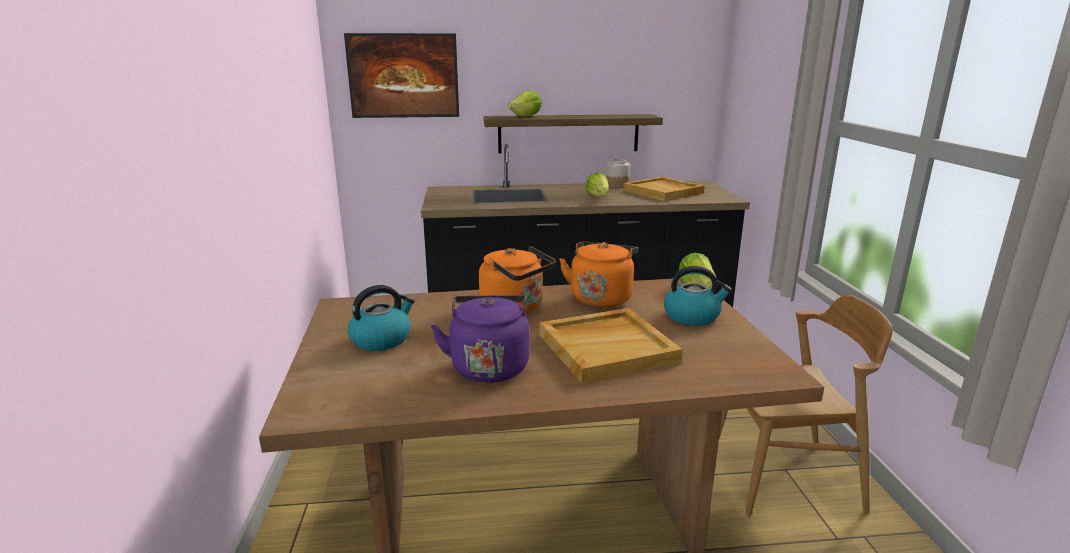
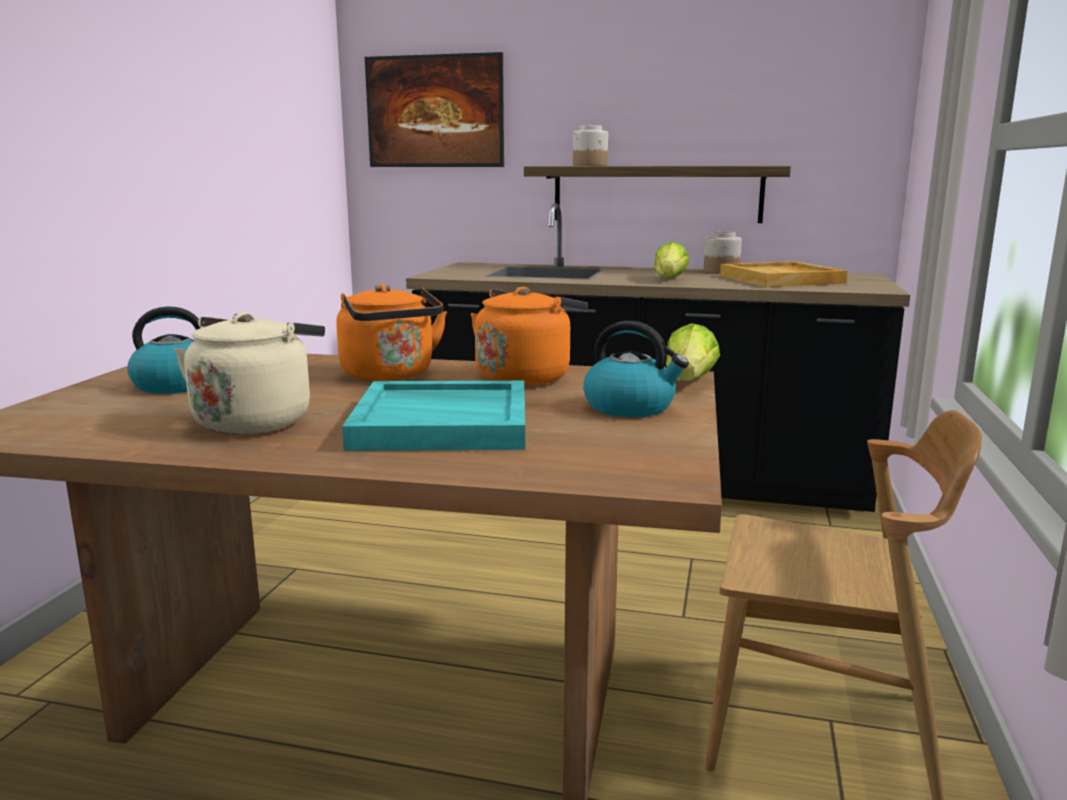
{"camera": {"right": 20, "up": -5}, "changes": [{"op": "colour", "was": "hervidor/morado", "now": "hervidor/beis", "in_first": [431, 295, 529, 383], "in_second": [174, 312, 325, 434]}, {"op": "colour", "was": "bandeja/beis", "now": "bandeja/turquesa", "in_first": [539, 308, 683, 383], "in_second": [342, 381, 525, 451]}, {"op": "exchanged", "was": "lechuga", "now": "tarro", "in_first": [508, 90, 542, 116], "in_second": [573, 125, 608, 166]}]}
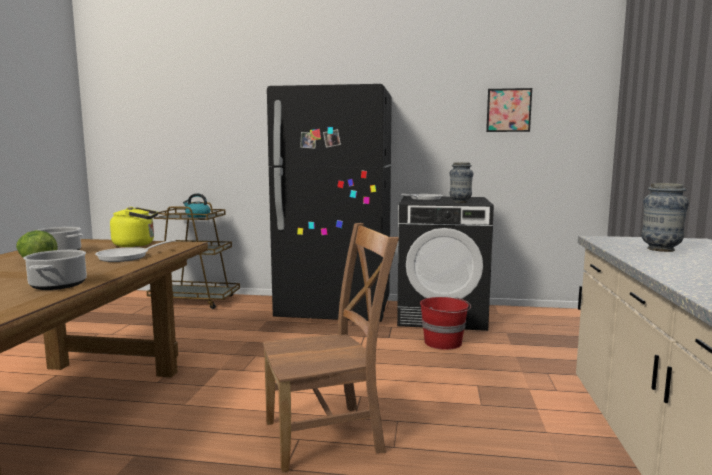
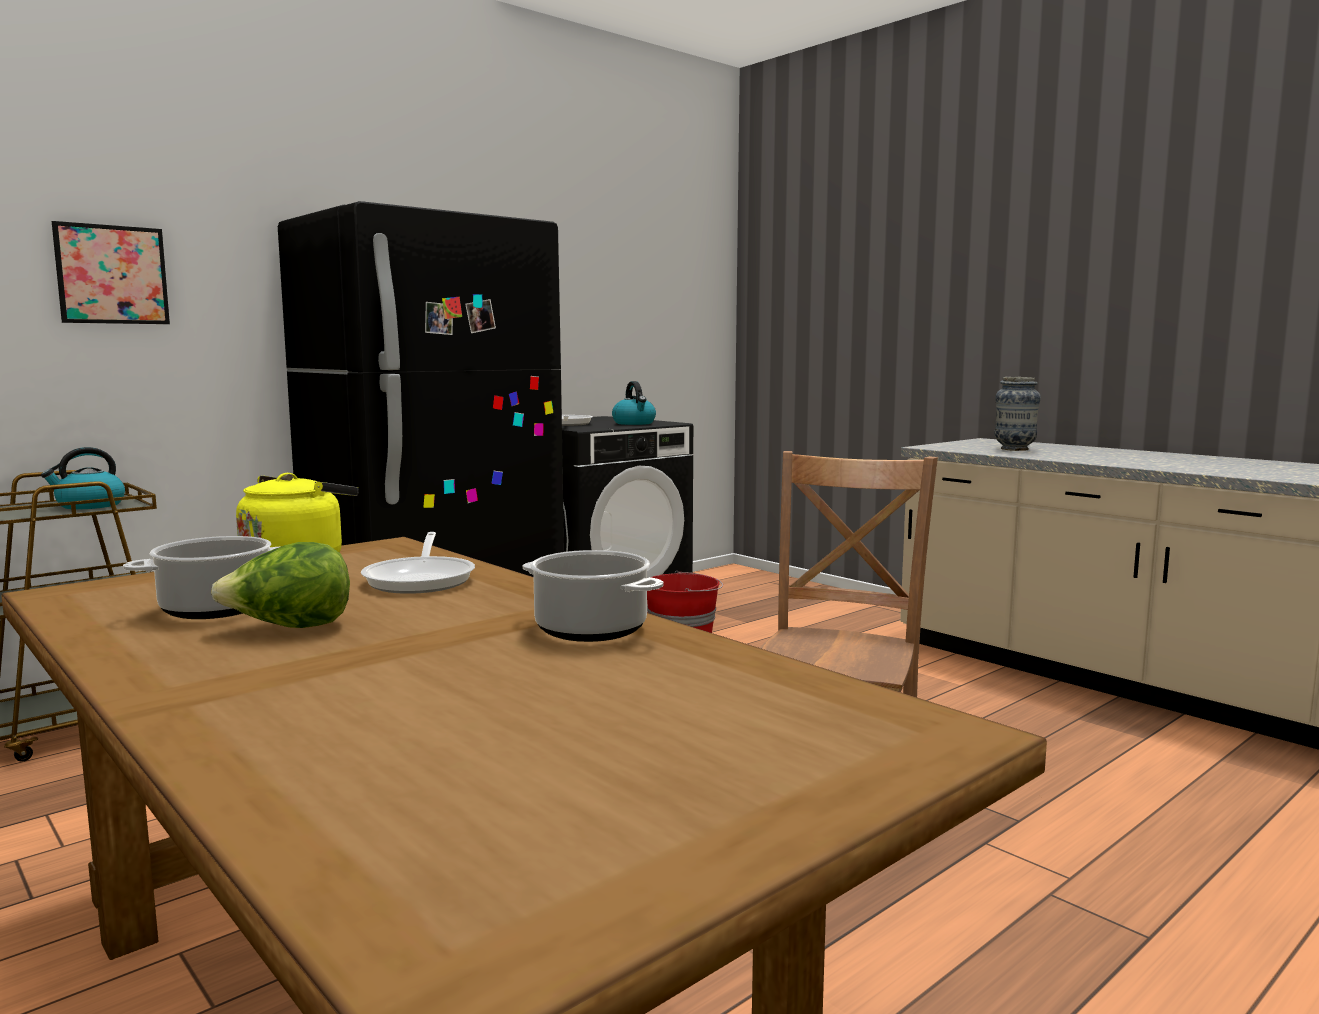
{"camera": {"right": -50, "up": 0}, "changes": [{"op": "relocated", "was": "cuadro", "in_first": [486, 88, 532, 132], "in_second": [52, 221, 170, 324]}, {"op": "exchanged", "was": "florero", "now": "hervidor", "in_first": [450, 162, 473, 203], "in_second": [612, 381, 656, 425]}]}
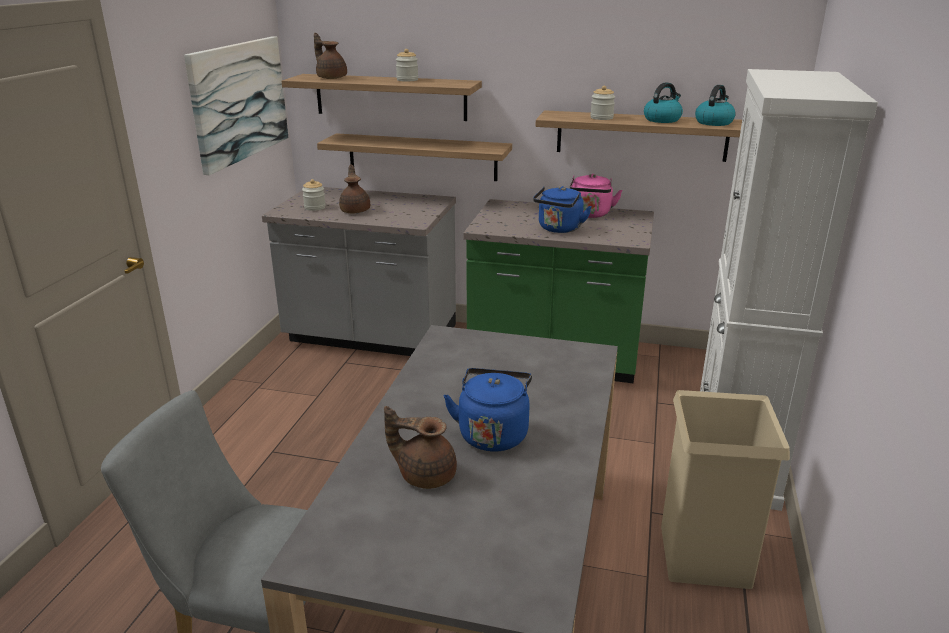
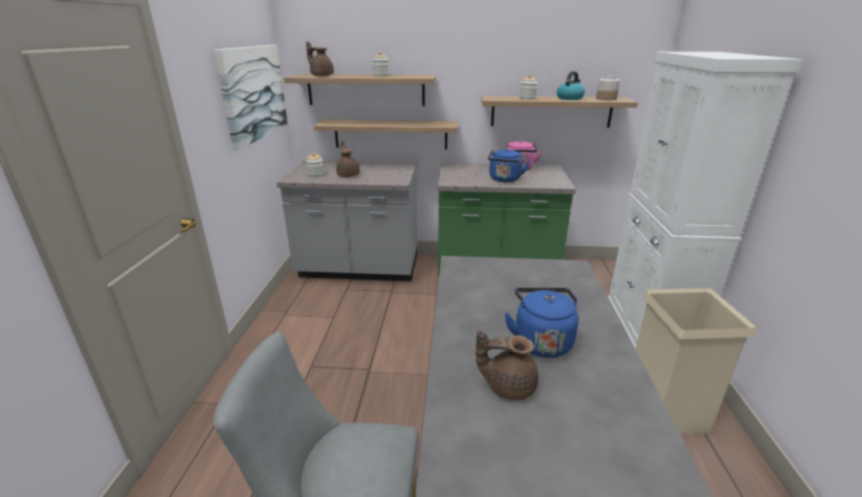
{"camera": {"right": -10, "up": 0}, "changes": [{"op": "exchanged", "was": "hervidor", "now": "tarro", "in_first": [695, 85, 736, 126], "in_second": [596, 76, 620, 100]}]}
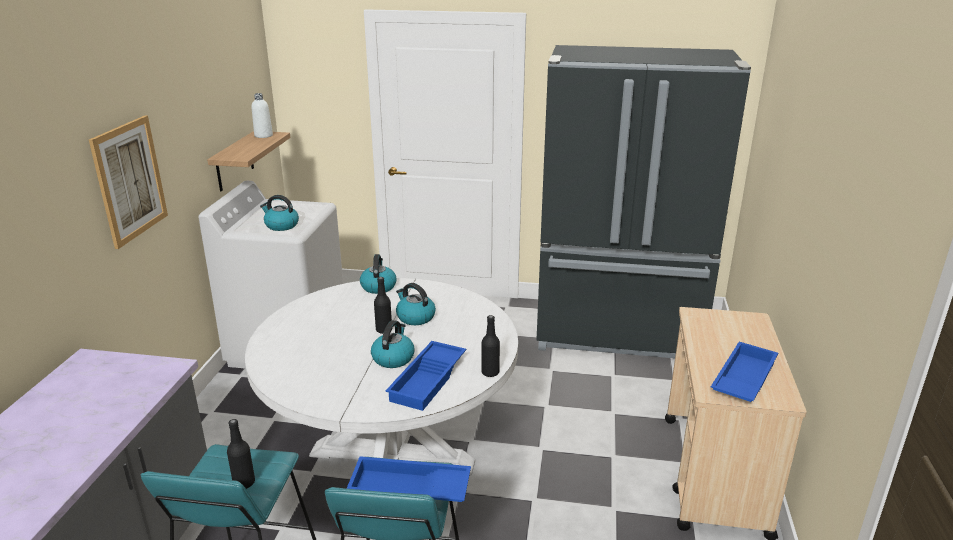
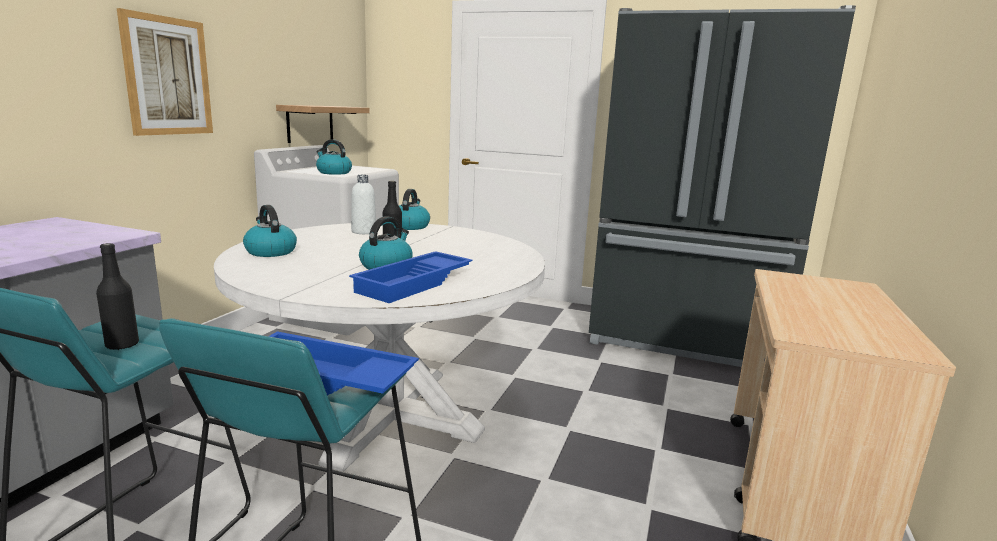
{"camera": {"right": 10, "up": -10}, "changes": [{"op": "relocated", "was": "hervidor", "in_first": [396, 283, 436, 325], "in_second": [243, 205, 297, 257]}, {"op": "relocated", "was": "botella/blanco", "in_first": [252, 93, 273, 138], "in_second": [351, 175, 376, 234]}, {"op": "missing", "was": "botella/negro", "in_first": [481, 315, 500, 377]}, {"op": "missing", "was": "bandeja/azul", "in_first": [711, 342, 778, 402]}]}
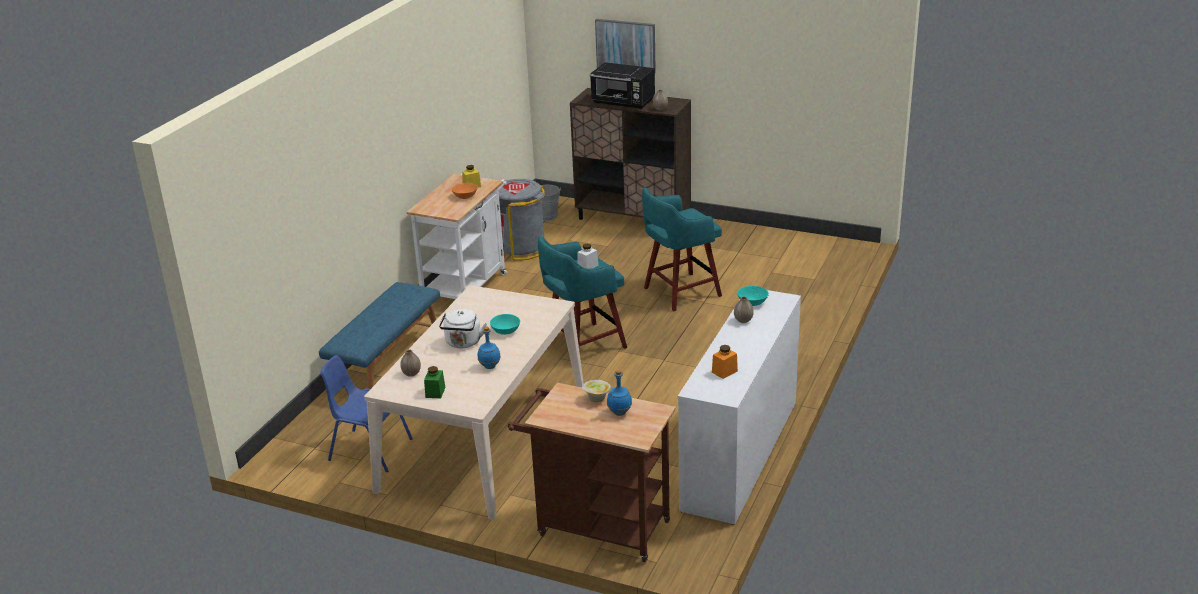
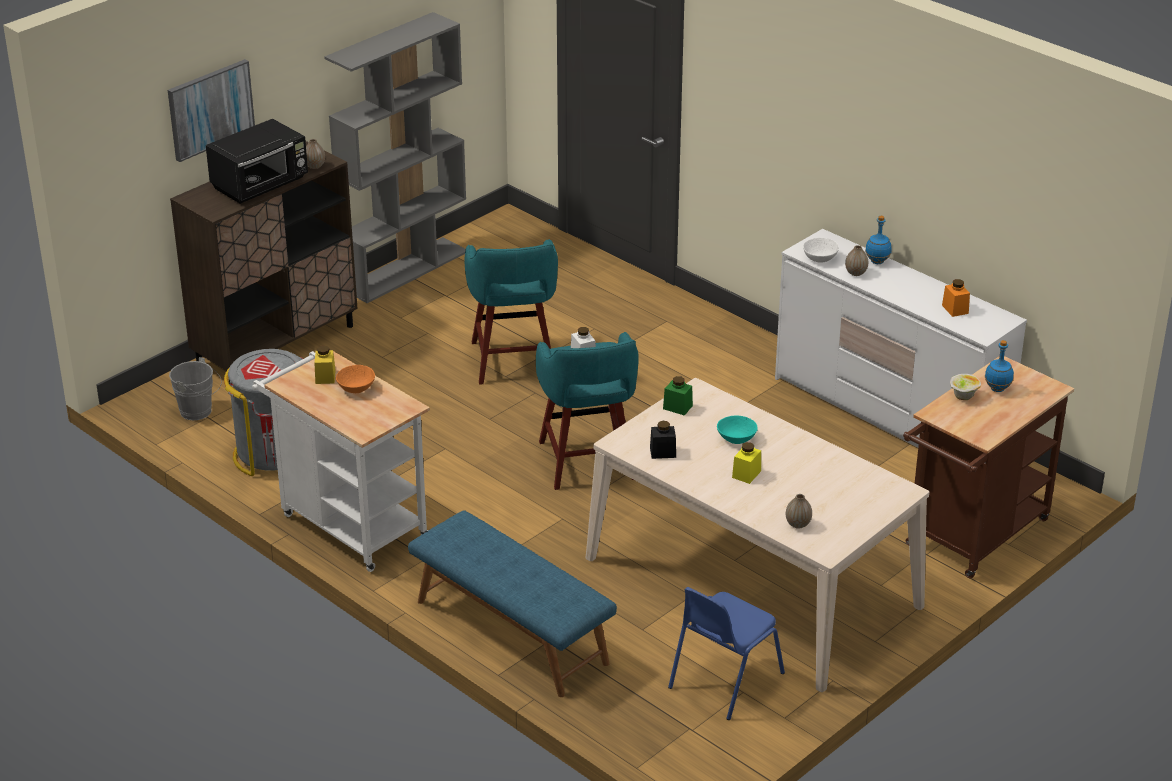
{"camera": {"right": -70, "up": 5}, "changes": [{"op": "appeared", "now": "estantería/gris", "in_second": [324, 12, 466, 303]}, {"op": "appeared", "now": "tarro/negro", "in_second": [650, 421, 676, 459]}, {"op": "relocated", "was": "tarro/verde", "in_first": [424, 366, 445, 398], "in_second": [663, 376, 693, 416]}, {"op": "exchanged", "was": "hervidor/blanco", "now": "tarro/amarillo", "in_first": [439, 309, 487, 348], "in_second": [732, 442, 761, 484]}, {"op": "colour", "was": "cuenco/turquesa", "now": "cuenco/blanco", "in_first": [737, 286, 769, 306], "in_second": [803, 238, 839, 263]}, {"op": "relocated", "was": "botella/azul", "in_first": [478, 327, 501, 369], "in_second": [865, 216, 891, 264]}]}
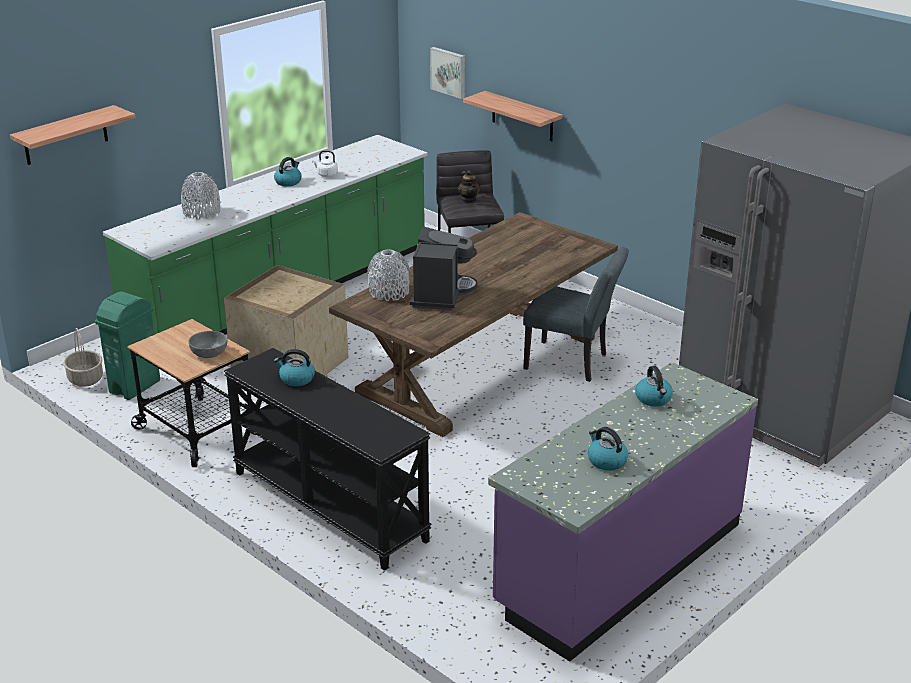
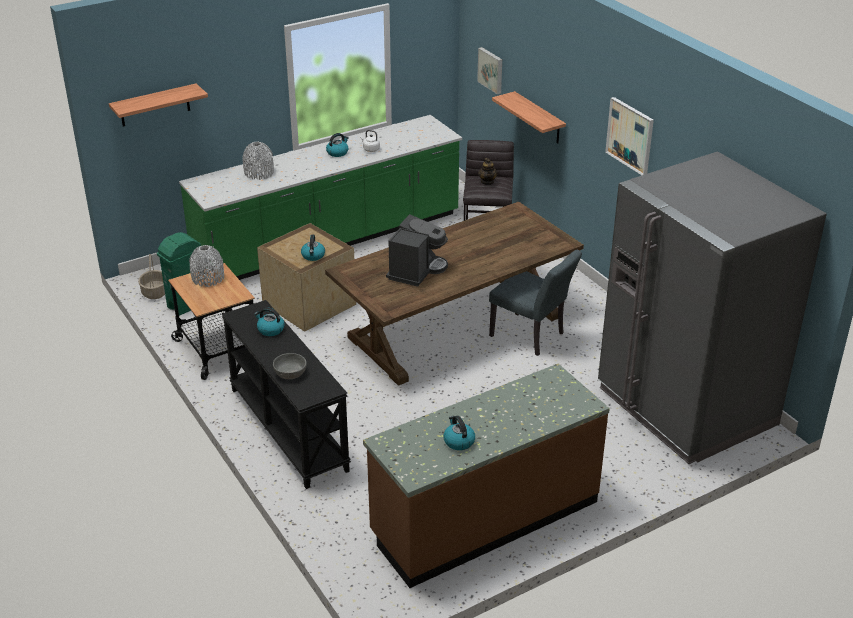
{"camera": {"right": 15, "up": 5}, "changes": [{"op": "relocated", "was": "florero/gris", "in_first": [367, 249, 410, 301], "in_second": [189, 245, 224, 287]}, {"op": "relocated", "was": "cuenco/gris", "in_first": [189, 331, 228, 358], "in_second": [273, 353, 307, 379]}, {"op": "relocated", "was": "hervidor", "in_first": [635, 366, 673, 406], "in_second": [301, 234, 325, 261]}, {"op": "colour", "was": "mueble bajo de cocina/morado", "now": "mueble bajo de cocina/marrón", "in_first": [488, 362, 758, 662], "in_second": [363, 364, 610, 588]}, {"op": "appeared", "now": "cuadro", "in_second": [605, 97, 654, 175]}]}
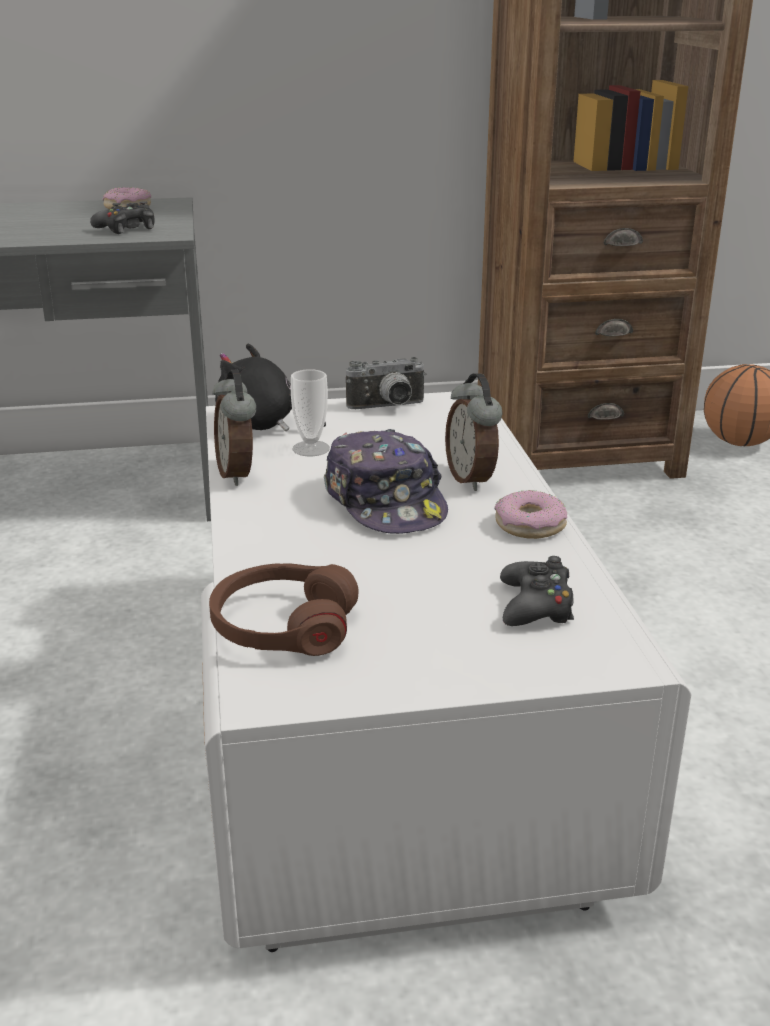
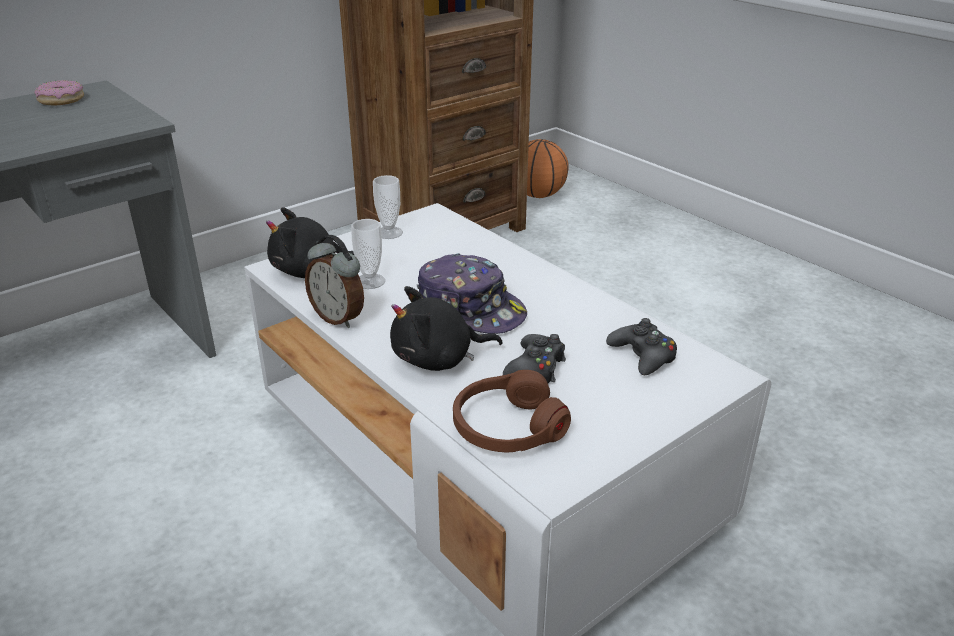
{"camera": {"right": -30, "up": 5}, "changes": [{"op": "exchanged", "was": "cámara", "now": "taza", "in_first": [346, 357, 426, 409], "in_second": [373, 175, 403, 239]}, {"op": "appeared", "now": "peluche/negro", "in_second": [390, 286, 503, 371]}, {"op": "relocated", "was": "mando de consola/negro", "in_first": [90, 201, 155, 234], "in_second": [503, 334, 566, 383]}, {"op": "missing", "was": "despertador", "in_first": [445, 373, 503, 491]}, {"op": "missing", "was": "rosquilla", "in_first": [494, 490, 567, 539]}]}
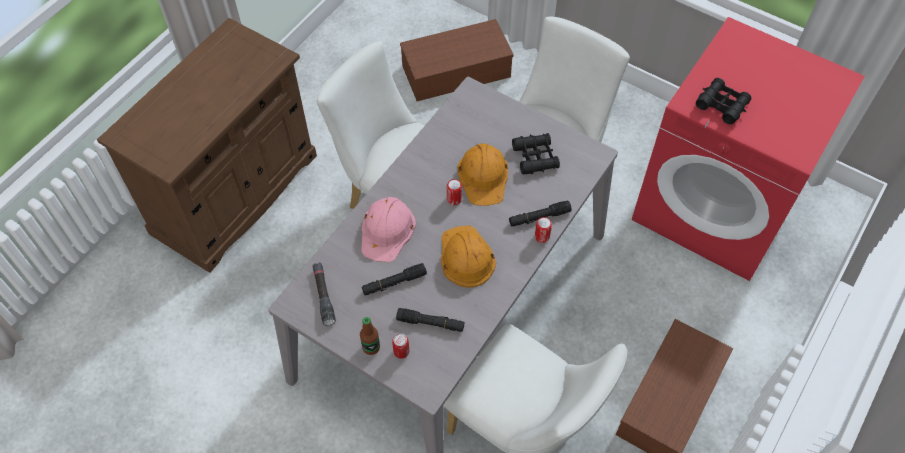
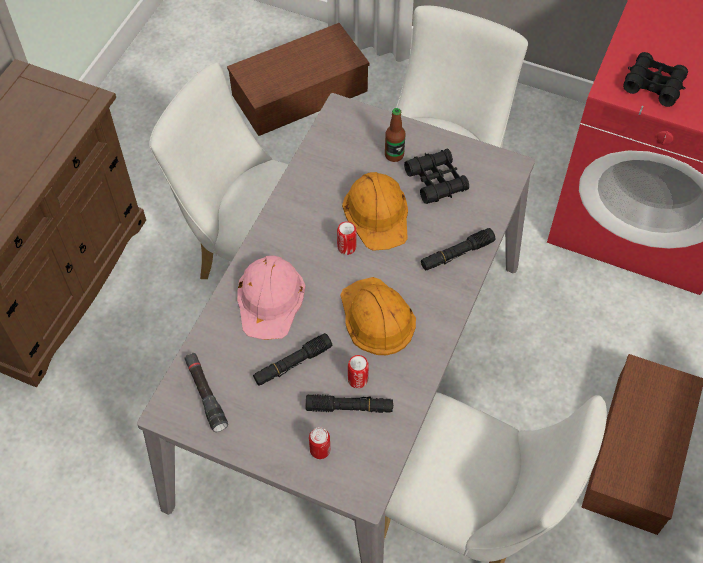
{"camera": {"right": -10, "up": 0}, "changes": [{"op": "relocated", "was": "lata", "in_first": [535, 217, 552, 243], "in_second": [348, 355, 369, 389]}, {"op": "relocated", "was": "botella", "in_first": [360, 317, 380, 355], "in_second": [385, 108, 405, 162]}]}
